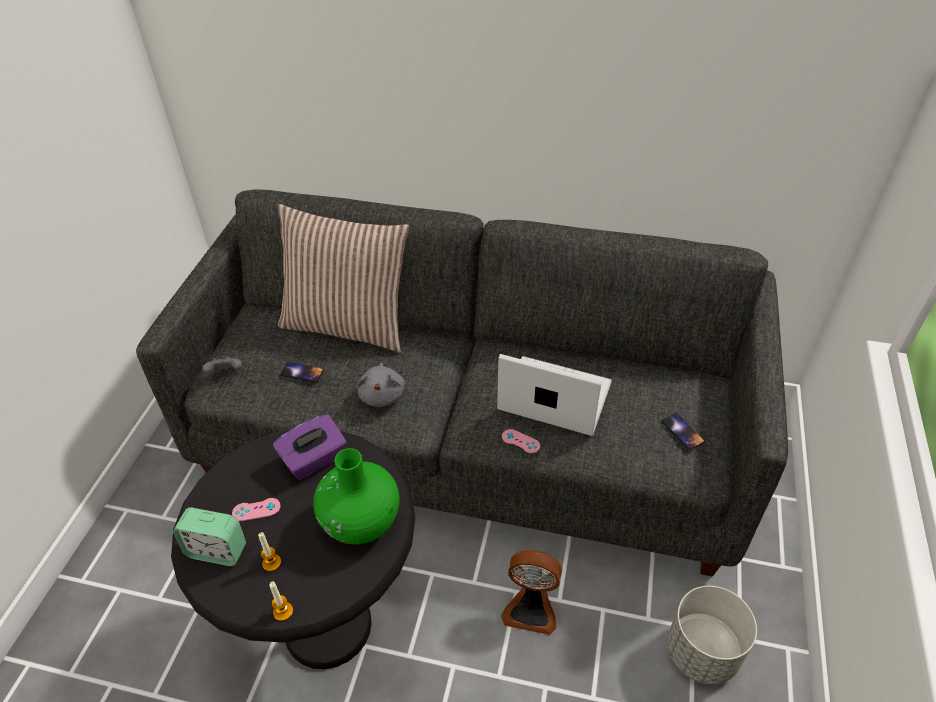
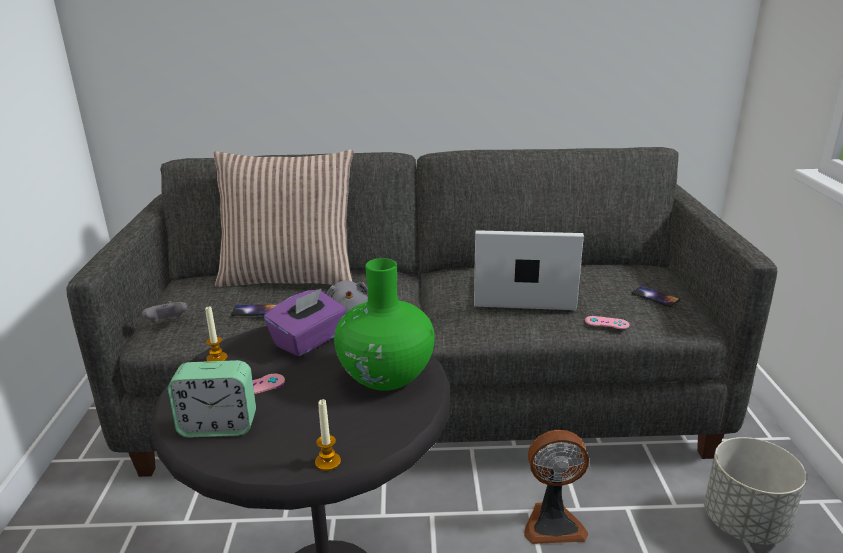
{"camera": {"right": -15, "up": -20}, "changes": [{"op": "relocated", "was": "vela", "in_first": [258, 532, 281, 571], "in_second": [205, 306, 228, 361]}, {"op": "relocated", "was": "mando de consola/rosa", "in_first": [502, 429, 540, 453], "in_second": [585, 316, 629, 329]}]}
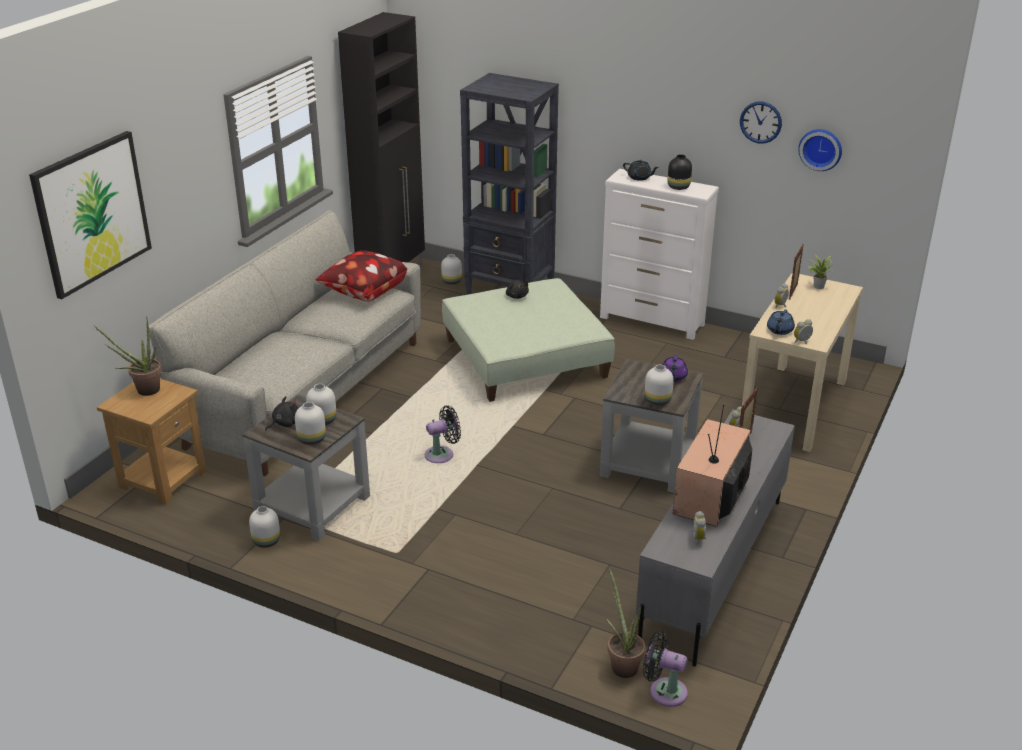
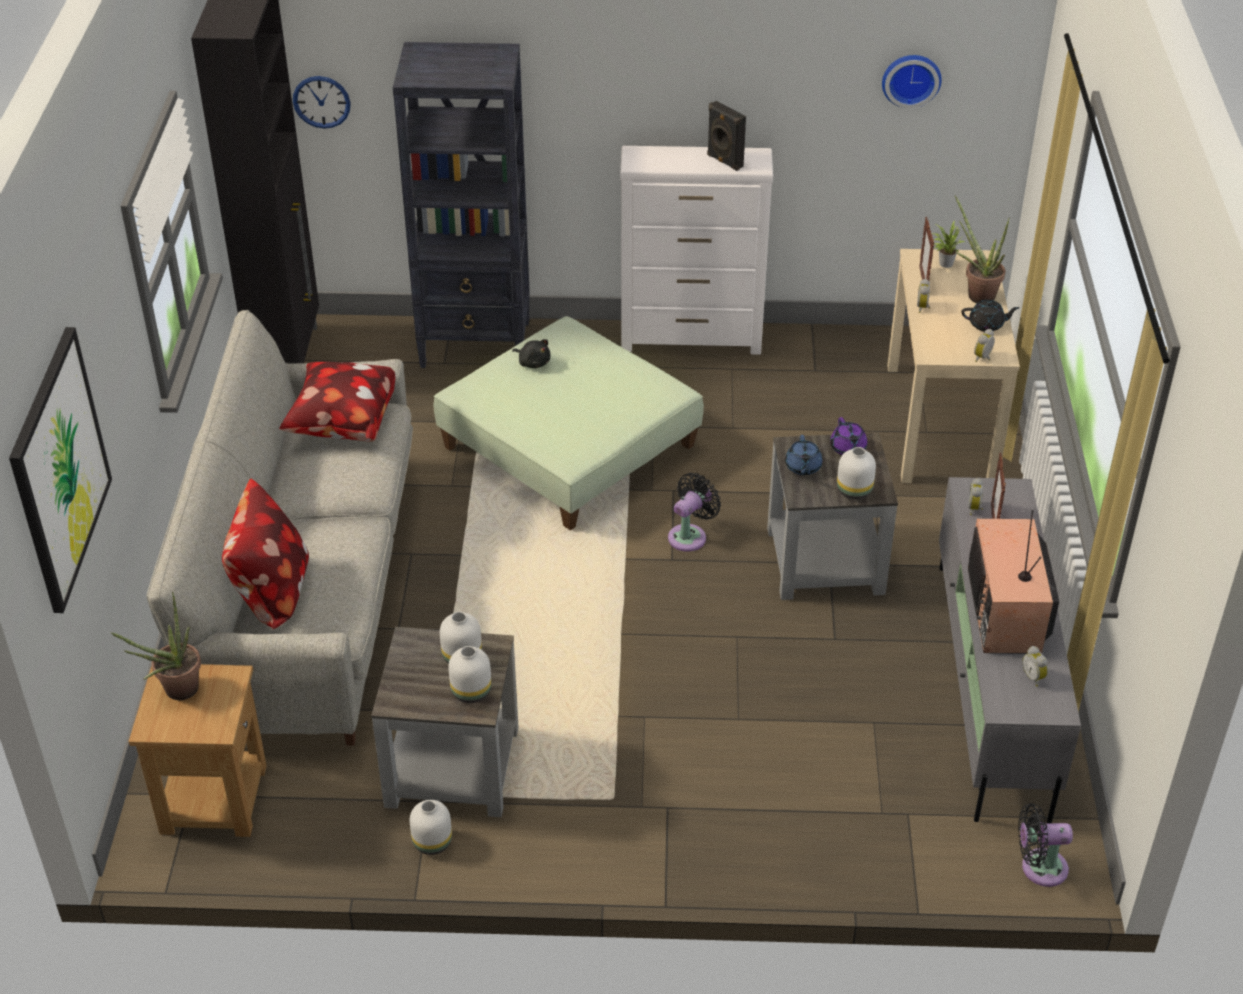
{"camera": {"right": -25, "up": 10}, "changes": [{"op": "appeared", "now": "cojín", "in_second": [222, 479, 309, 629]}, {"op": "relocated", "was": "reloj de pared", "in_first": [740, 101, 782, 143], "in_second": [293, 76, 351, 129]}, {"op": "relocated", "was": "ventilador/negro", "in_first": [425, 405, 461, 463], "in_second": [668, 473, 721, 551]}, {"op": "exchanged", "was": "florero/negro", "now": "altavoz/negro", "in_first": [668, 154, 692, 190], "in_second": [707, 101, 746, 171]}, {"op": "relocated", "was": "tetera/azul", "in_first": [767, 309, 795, 335], "in_second": [785, 435, 823, 475]}, {"op": "relocated", "was": "planta en maceta", "in_first": [606, 567, 645, 678], "in_second": [955, 196, 1009, 303]}, {"op": "relocated", "was": "tetera/negro", "in_first": [623, 160, 659, 181], "in_second": [962, 300, 1019, 331]}, {"op": "missing", "was": "peluche/negro", "in_first": [265, 396, 299, 431]}, {"op": "missing", "was": "florero/blanco", "in_first": [441, 254, 462, 285]}]}
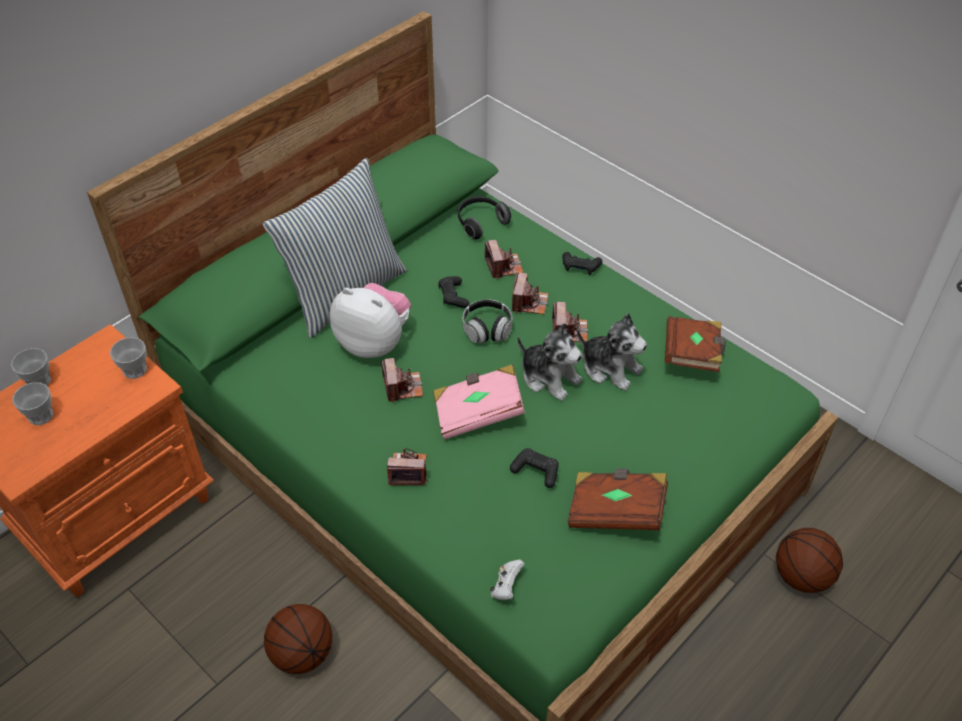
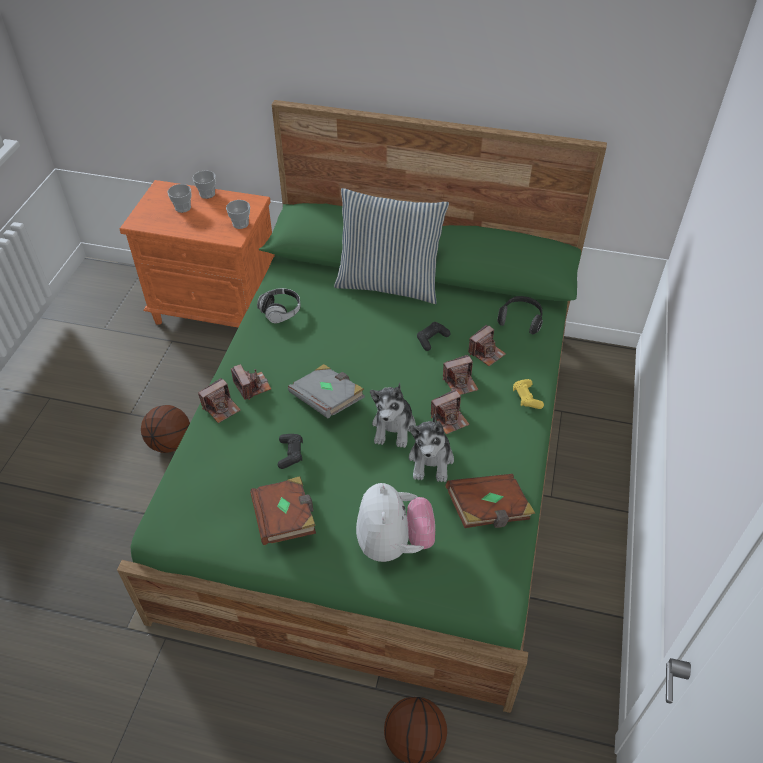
{"camera": {"right": 60, "up": 0}, "changes": [{"op": "relocated", "was": "cámara", "in_first": [381, 358, 423, 402], "in_second": [198, 378, 241, 423]}, {"op": "relocated", "was": "auriculares", "in_first": [463, 299, 513, 343], "in_second": [257, 288, 301, 323]}, {"op": "colour", "was": "libro/rosa", "now": "libro/gris", "in_first": [433, 365, 525, 439], "in_second": [288, 364, 365, 418]}, {"op": "relocated", "was": "peluche", "in_first": [330, 283, 411, 358], "in_second": [356, 483, 435, 562]}, {"op": "colour", "was": "mando de consola/negro", "now": "mando de consola/amarillo", "in_first": [562, 252, 602, 275], "in_second": [513, 379, 544, 409]}, {"op": "missing", "was": "mando de consola/blanco", "in_first": [490, 559, 525, 600]}]}
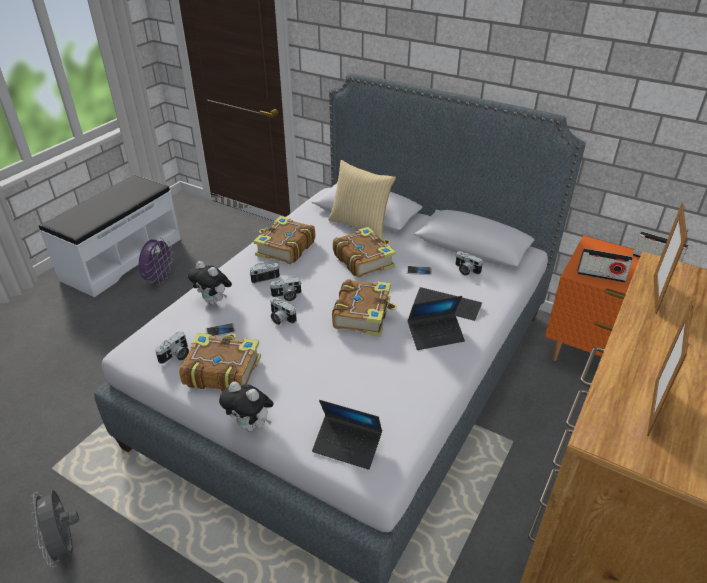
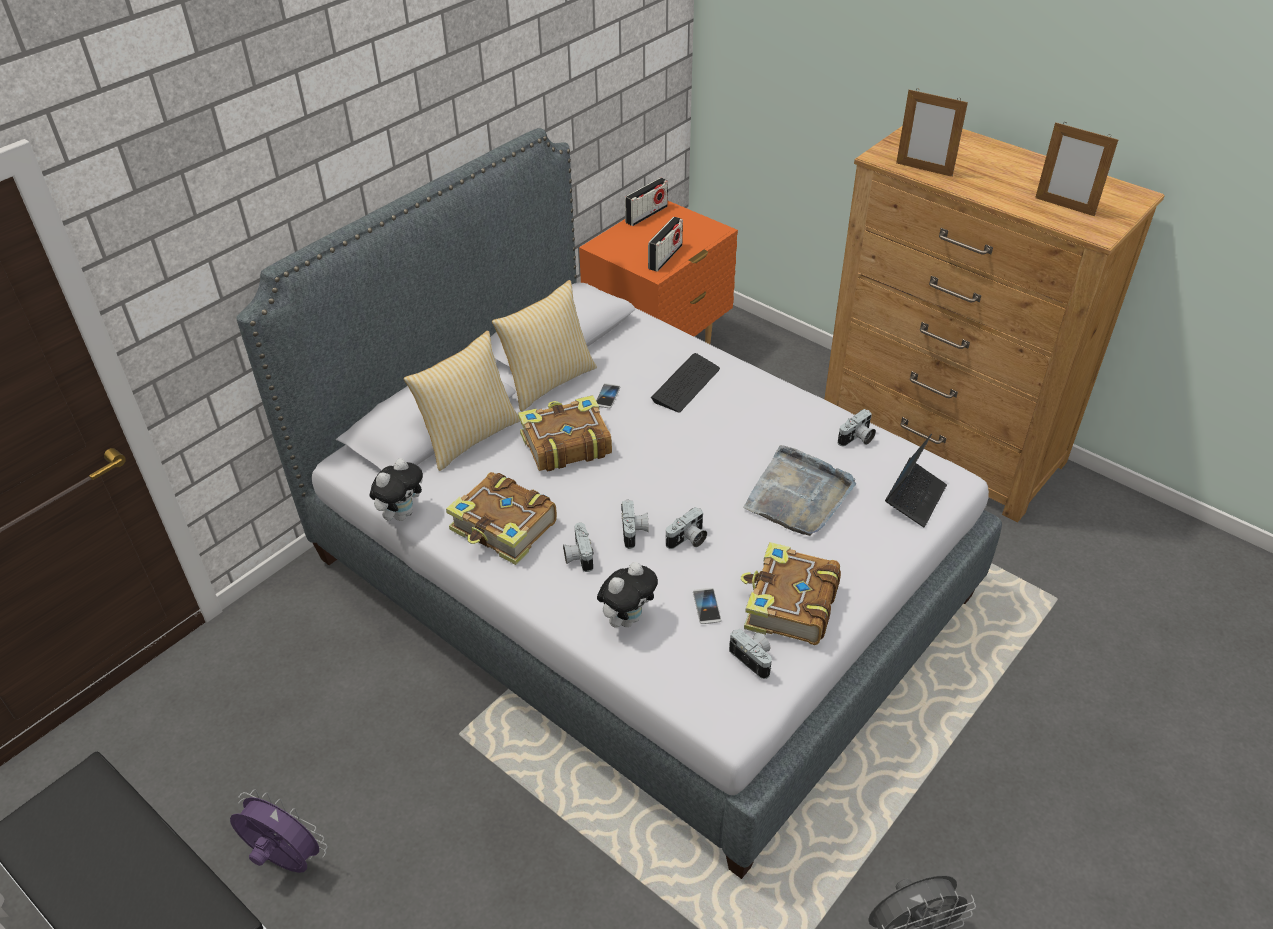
{"camera": {"right": -80, "up": 5}, "changes": [{"op": "relocated", "was": "peluche", "in_first": [219, 382, 274, 431], "in_second": [370, 458, 423, 521]}, {"op": "appeared", "now": "cojín", "in_second": [492, 280, 597, 411]}, {"op": "appeared", "now": "bandeja/gris", "in_second": [743, 445, 856, 536]}, {"op": "relocated", "was": "cámara", "in_first": [455, 251, 483, 276], "in_second": [838, 409, 876, 446]}, {"op": "missing", "was": "libro", "in_first": [332, 279, 397, 336]}, {"op": "missing", "was": "portátil", "in_first": [408, 296, 465, 350]}]}
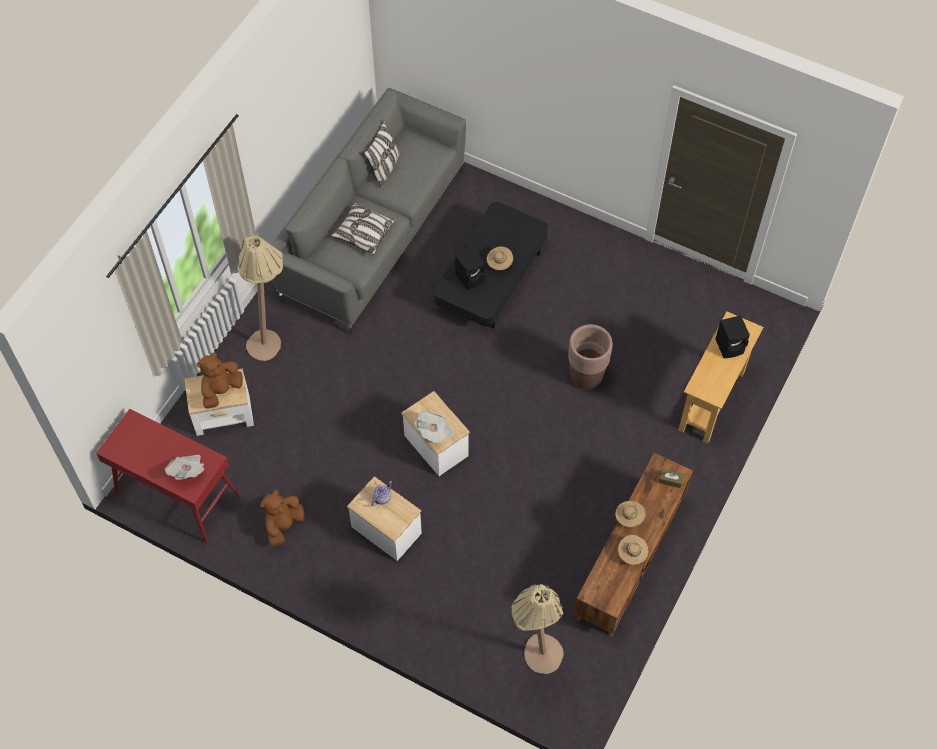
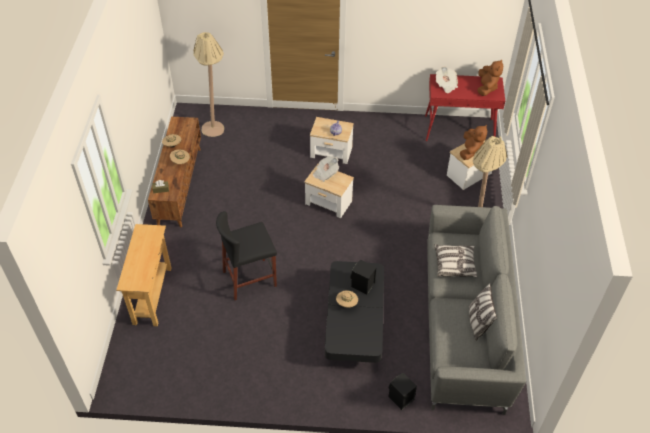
{"camera": {"right": 155, "up": -10}, "changes": [{"op": "exchanged", "was": "maceta/marrón", "now": "taburete/negro", "in_first": [568, 324, 613, 389], "in_second": [216, 211, 277, 300]}, {"op": "relocated", "was": "altavoz/negro", "in_first": [715, 315, 750, 358], "in_second": [388, 373, 417, 410]}, {"op": "relocated", "was": "peluche/marrón", "in_first": [260, 490, 305, 546], "in_second": [477, 59, 503, 96]}]}
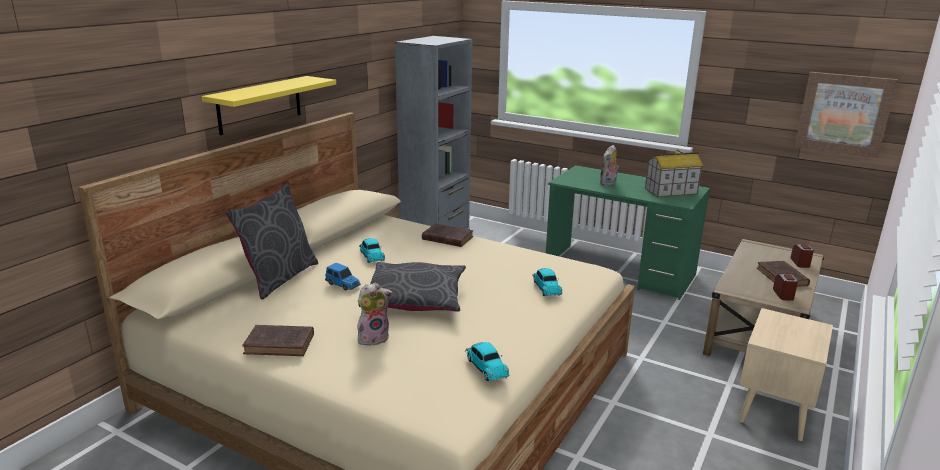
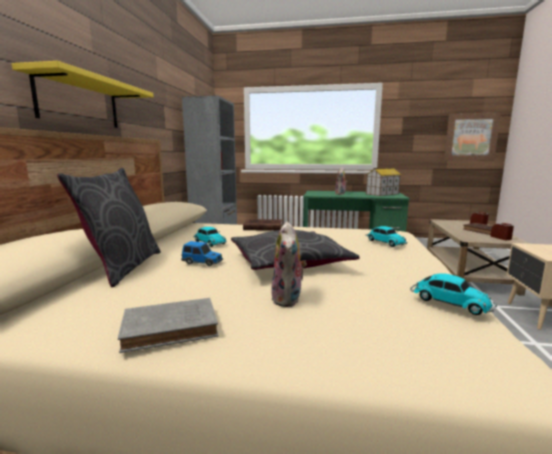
{"camera": {"right": -20, "up": -10}, "changes": [{"op": "colour", "was": "libro/marrón", "now": "libro/gris", "in_first": [242, 325, 314, 356], "in_second": [118, 298, 219, 353]}, {"op": "spun", "was": "peluche", "in_first": [357, 283, 393, 346], "in_second": [271, 222, 307, 307], "clockwise": 135}]}
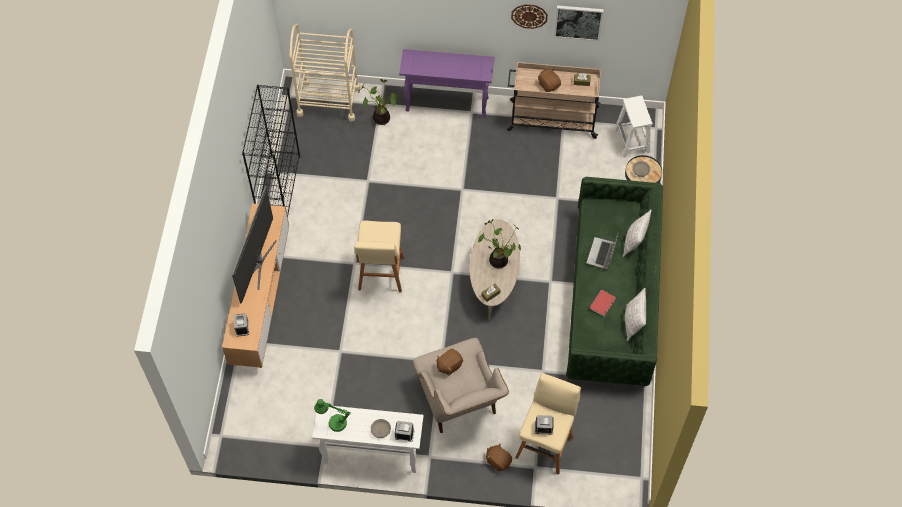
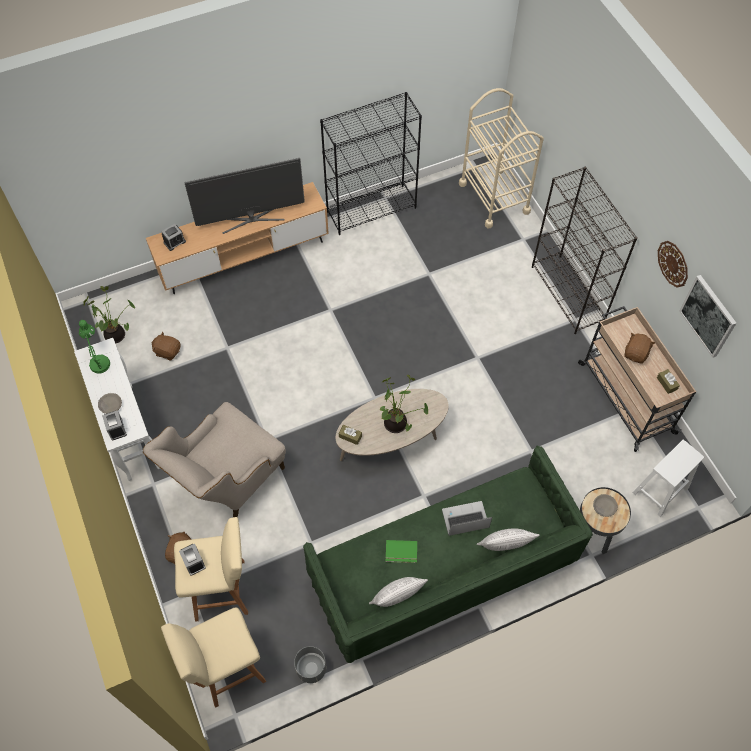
{"camera": {"right": 60, "up": 0}, "changes": [{"op": "relocated", "was": "planta en maceta", "in_first": [358, 79, 397, 125], "in_second": [83, 286, 135, 344]}, {"op": "relocated", "was": "peluche/marrón", "in_first": [437, 349, 463, 376], "in_second": [152, 331, 181, 360]}, {"op": "relocated", "was": "taburete/beis", "in_first": [355, 221, 405, 292], "in_second": [161, 607, 266, 708]}, {"op": "appeared", "now": "maceta/gris", "in_second": [294, 646, 326, 683]}, {"op": "colour", "was": "libro/rojo", "now": "libro/verde", "in_first": [589, 290, 616, 316], "in_second": [385, 540, 417, 563]}, {"op": "exchanged", "was": "mesa consola/morado", "now": "estantería/negro", "in_first": [399, 49, 494, 118], "in_second": [532, 166, 638, 334]}]}
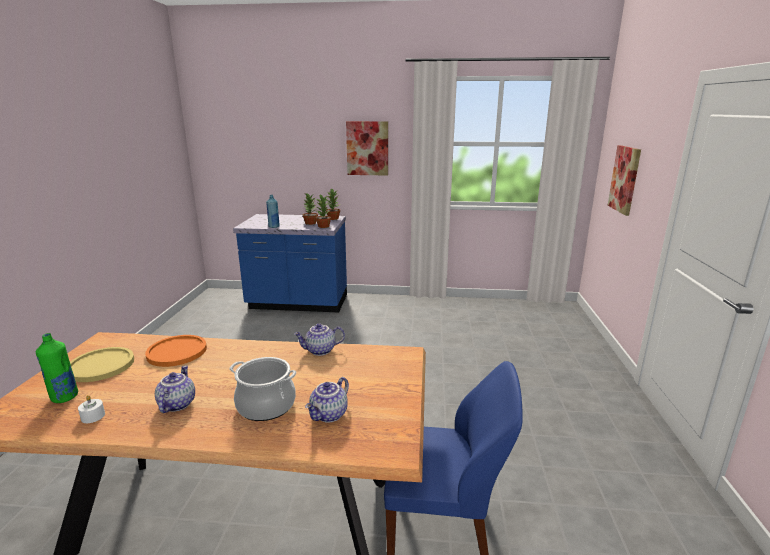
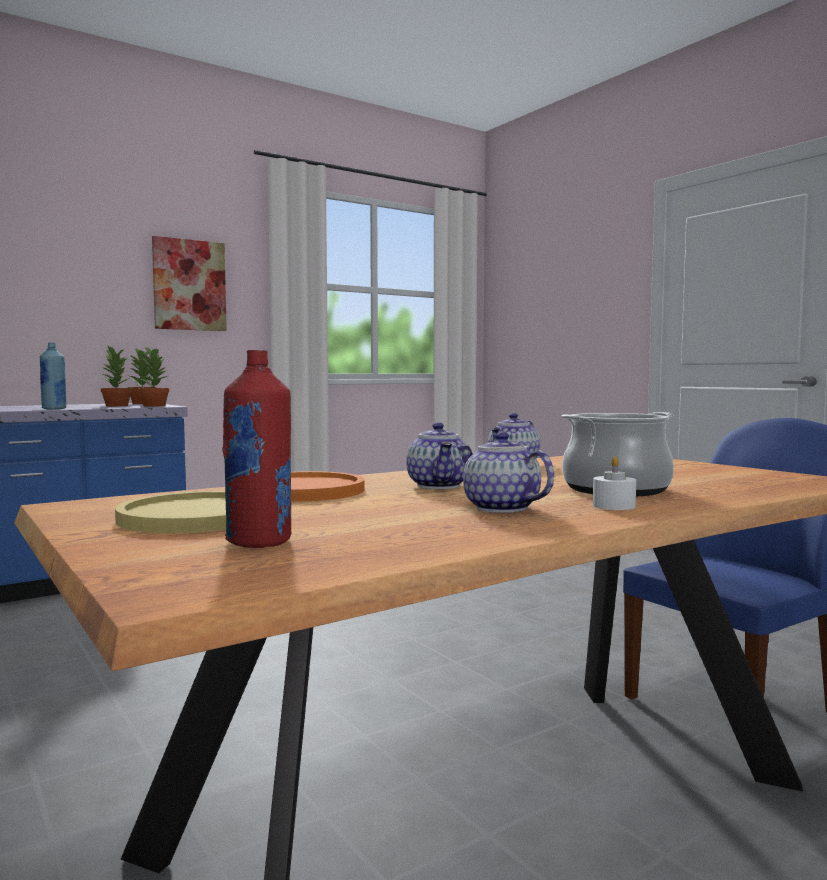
{"camera": {"right": -40, "up": -15}, "changes": [{"op": "colour", "was": "botella/verde", "now": "botella/rojo", "in_first": [36, 333, 78, 403], "in_second": [222, 350, 291, 548]}, {"op": "relocated", "was": "tetera", "in_first": [305, 377, 349, 422], "in_second": [406, 422, 467, 489]}, {"op": "relocated", "was": "vela/blanco", "in_first": [78, 395, 105, 423], "in_second": [593, 456, 636, 510]}, {"op": "missing", "was": "cuadro", "in_first": [608, 145, 641, 216]}]}
